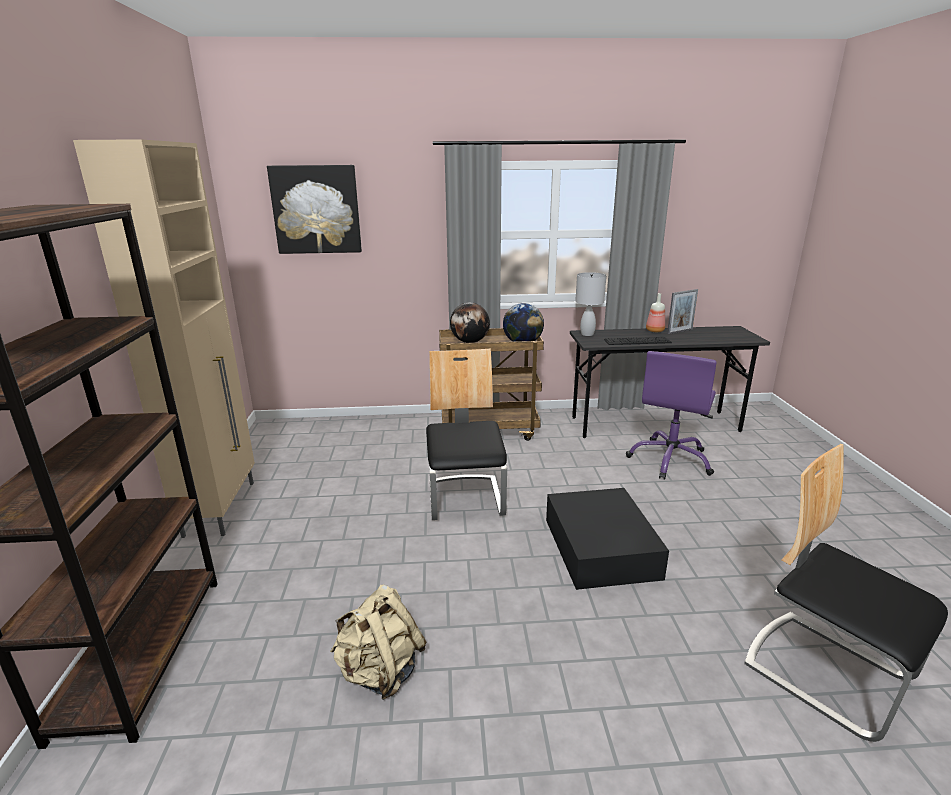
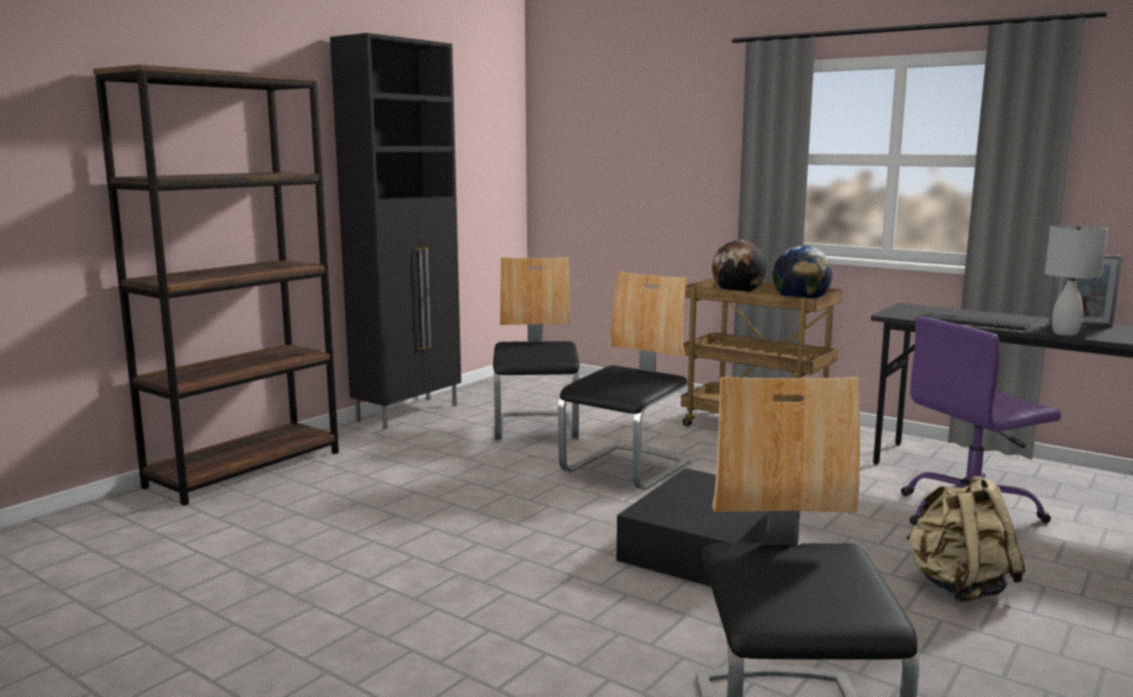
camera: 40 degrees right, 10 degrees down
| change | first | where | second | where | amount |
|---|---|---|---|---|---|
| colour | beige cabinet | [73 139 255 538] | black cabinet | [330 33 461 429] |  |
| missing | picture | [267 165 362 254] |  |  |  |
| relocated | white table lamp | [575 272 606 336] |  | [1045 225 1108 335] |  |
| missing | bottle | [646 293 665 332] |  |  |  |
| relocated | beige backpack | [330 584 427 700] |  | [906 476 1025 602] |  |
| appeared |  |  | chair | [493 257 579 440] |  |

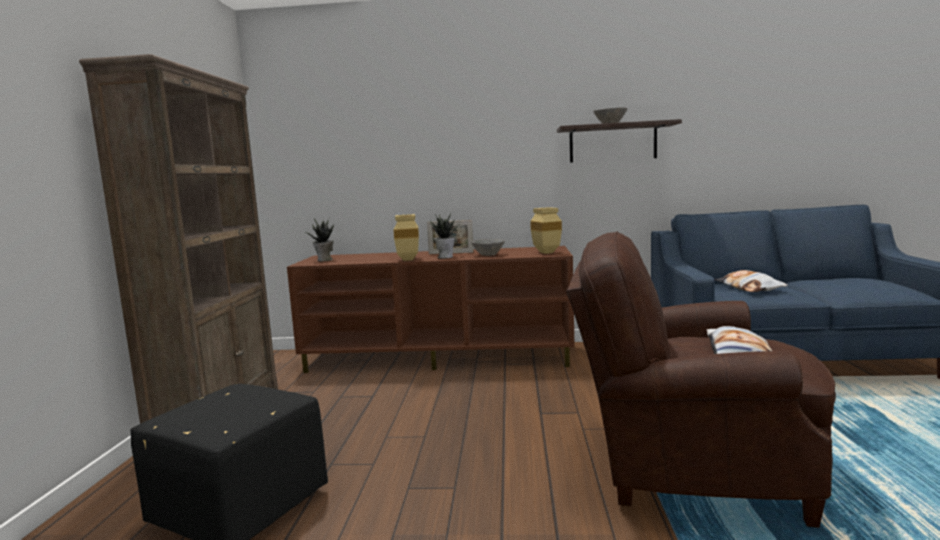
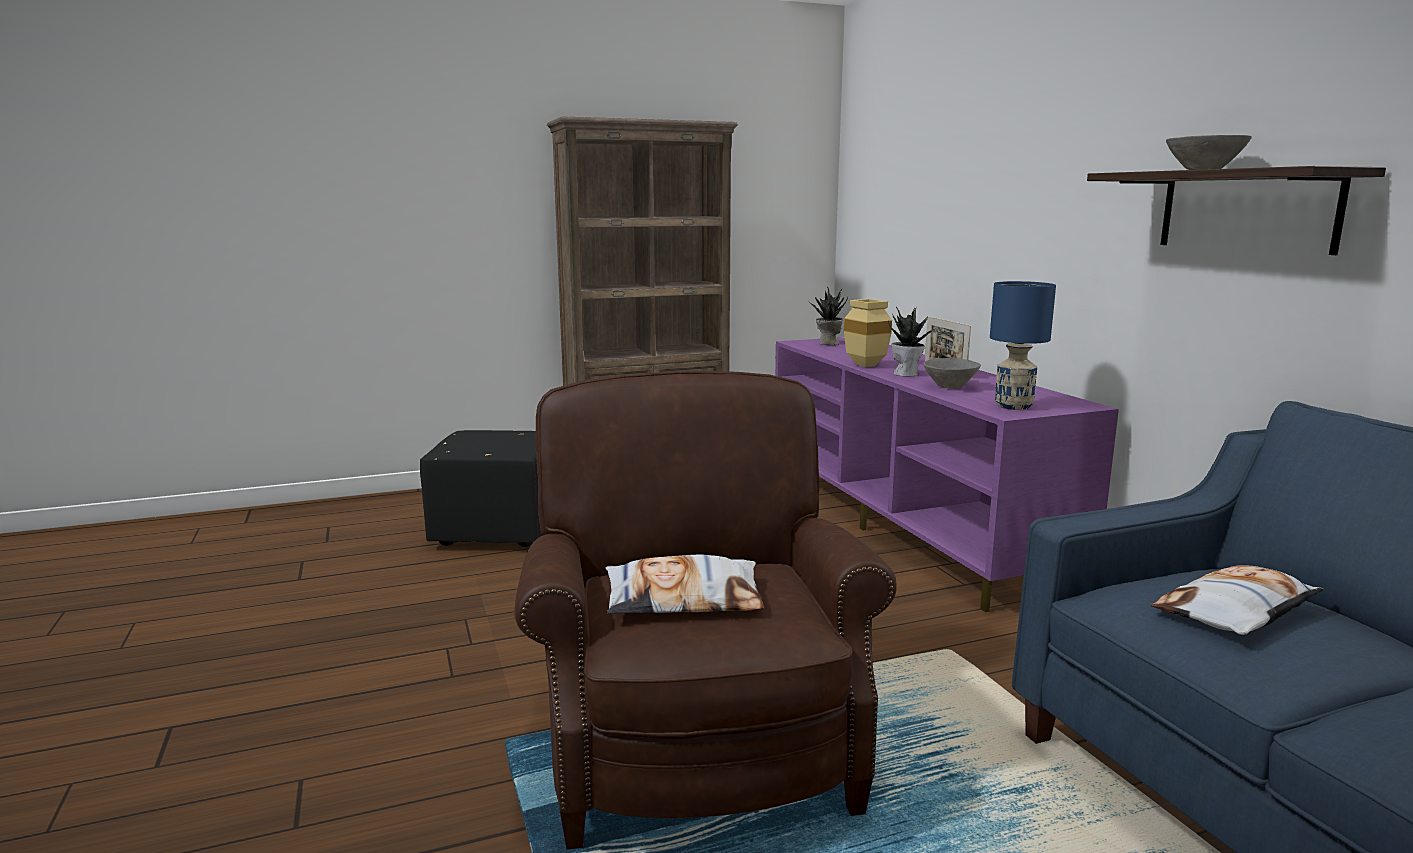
camera: 65 degrees right, 5 degrees up
| change | first | where | second | where | amount |
|---|---|---|---|---|---|
| exchanged | beige vase | [530 207 562 254] | blue table lamp | [990 281 1056 410] |  |
| colour | brown tv stand | [287 246 575 373] | purple tv stand | [775 337 1119 612] |  |

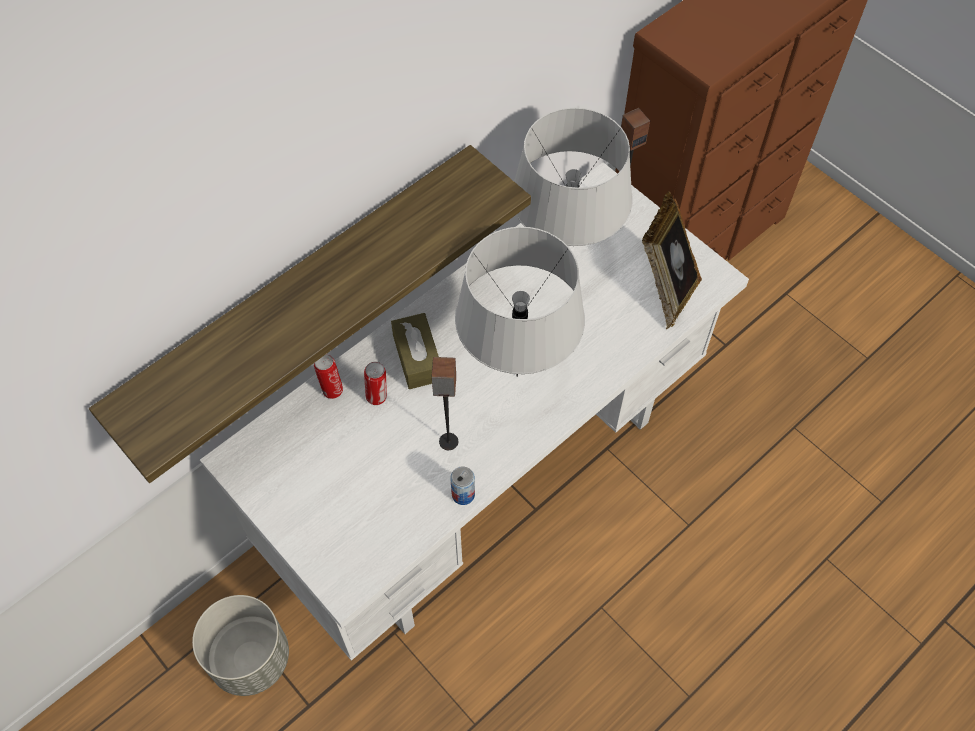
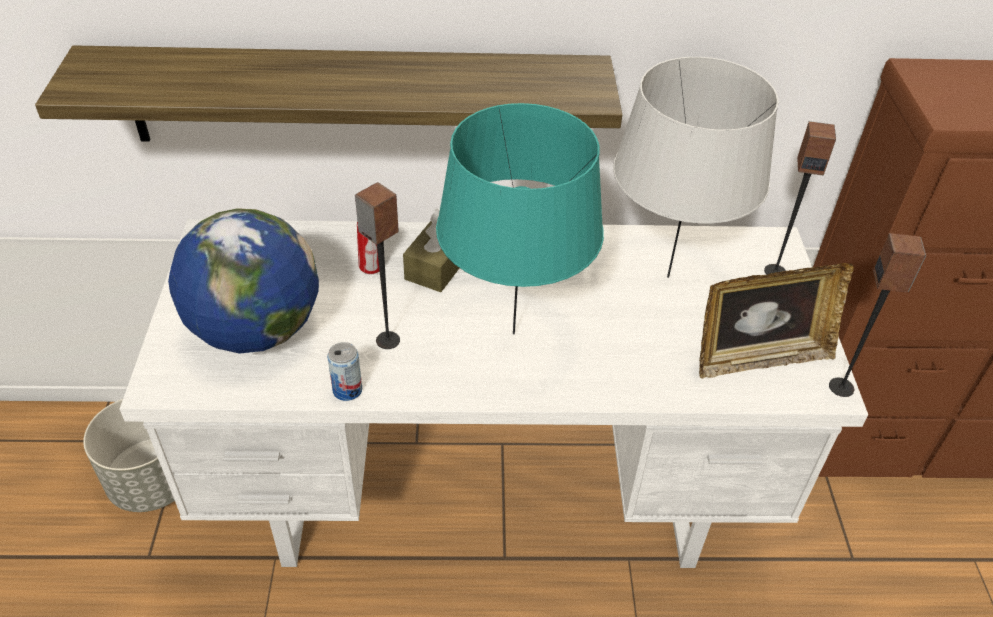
camera: 40 degrees right, 15 degrees down
| change | first | where | second | where | amount |
|---|---|---|---|---|---|
| spun | picture frame | [642 191 702 329] |  | [699 263 854 378] | 135 degrees counterclockwise |
| colour | grey table lamp | [455 227 585 377] | turquoise table lamp | [436 103 604 334] |  |
| missing | can | [314 354 343 399] |  |  |  |
| appeared |  |  | globe | [168 208 319 354] |  |
| appeared |  |  | speaker | [829 233 926 397] |  |

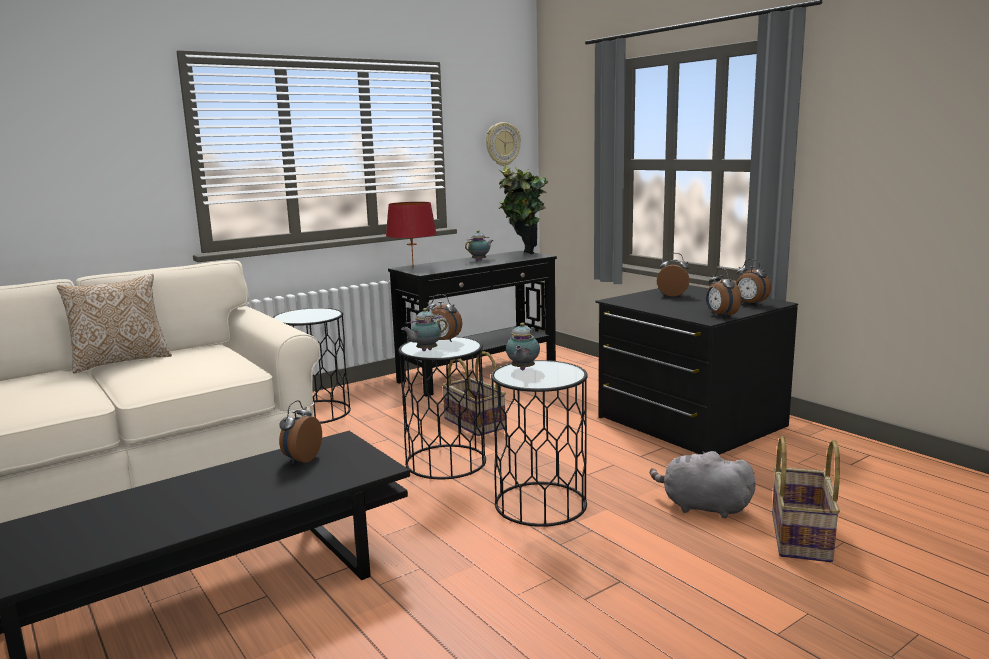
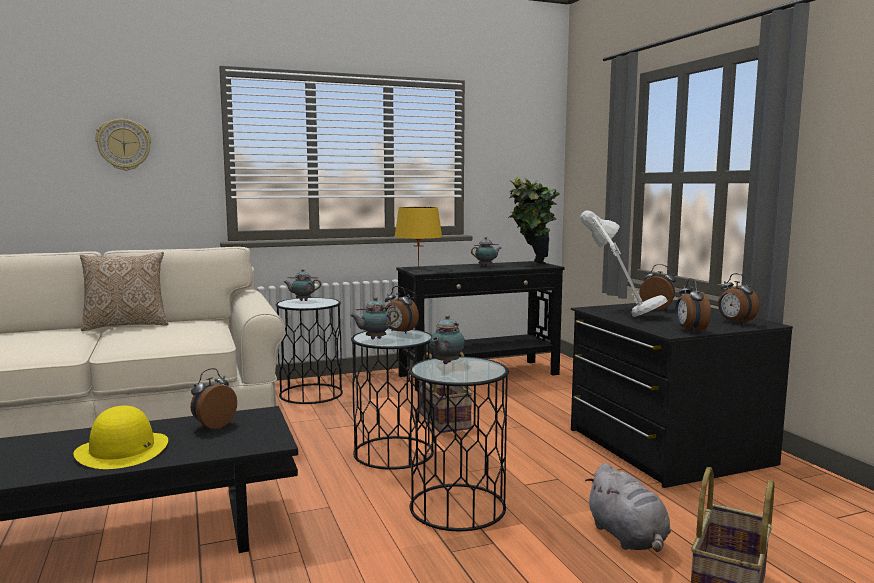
camera: 15 degrees right, 5 degrees down
| change | first | where | second | where | amount |
|---|---|---|---|---|---|
| relocated | wall clock | [486 122 521 166] |  | [95 119 151 171] |  |
| colour | red table lamp | [386 202 437 268] | yellow table lamp | [394 207 442 268] |  |
| spun | grey plush toy | [650 451 756 518] |  | [585 463 671 552] | 150 degrees counterclockwise |
| appeared |  |  | white table lamp | [580 211 668 317] |  |
| appeared |  |  | teapot | [284 269 321 301] |  |
| appeared |  |  | yellow hat | [74 406 168 469] |  |

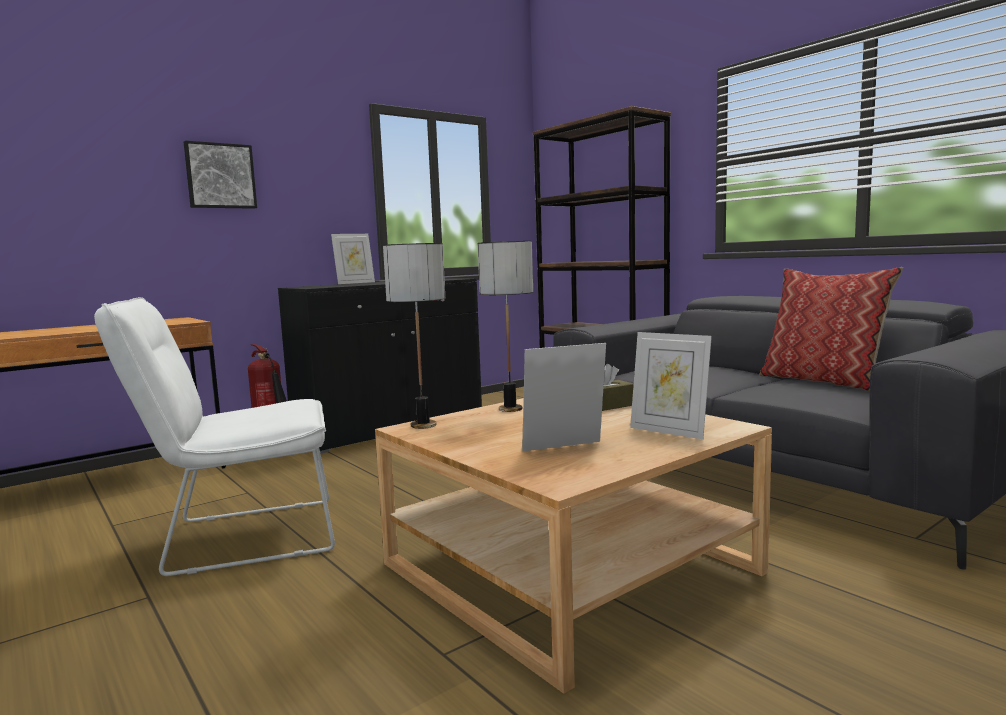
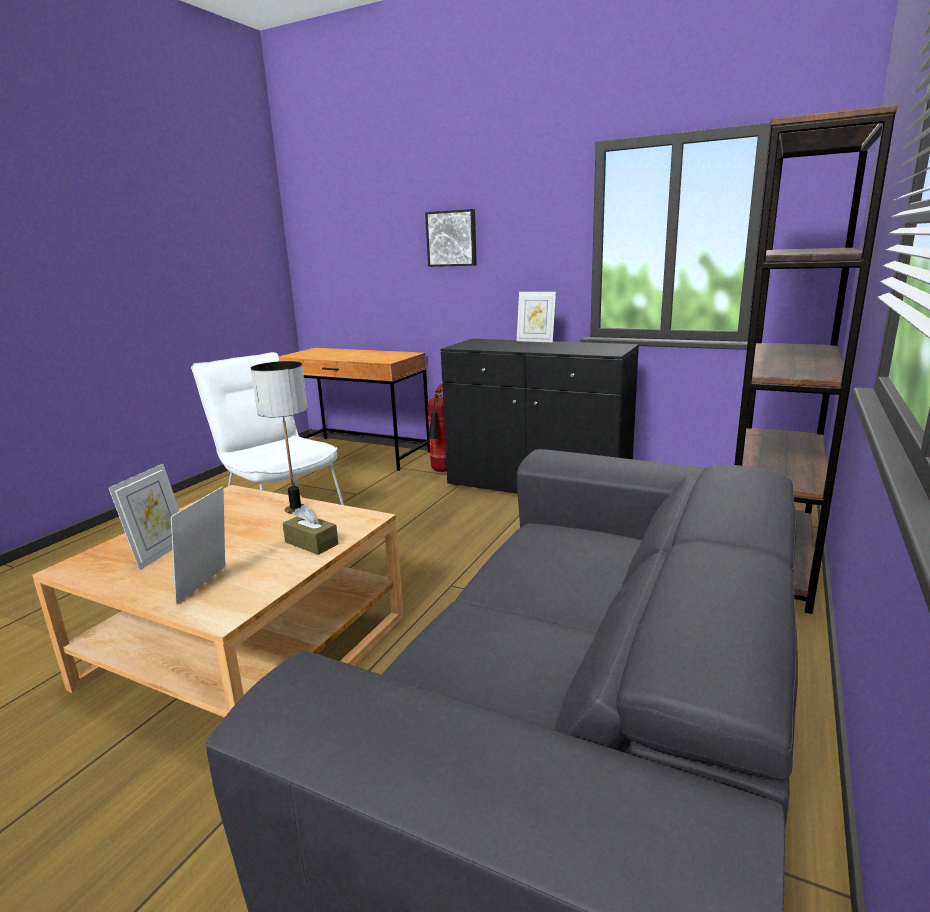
camera: 65 degrees right, 10 degrees up
| change | first | where | second | where | amount |
|---|---|---|---|---|---|
| missing | table lamp | [383 243 445 429] |  |  |  |
| missing | pillow | [759 267 903 391] |  |  |  |
| spun | picture frame | [522 343 606 451] |  | [109 464 179 570] | 60 degrees clockwise |

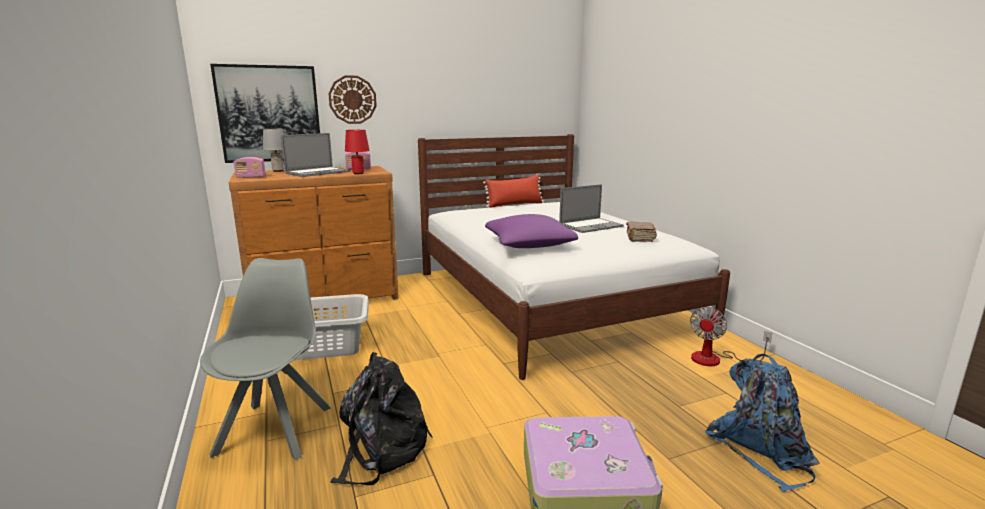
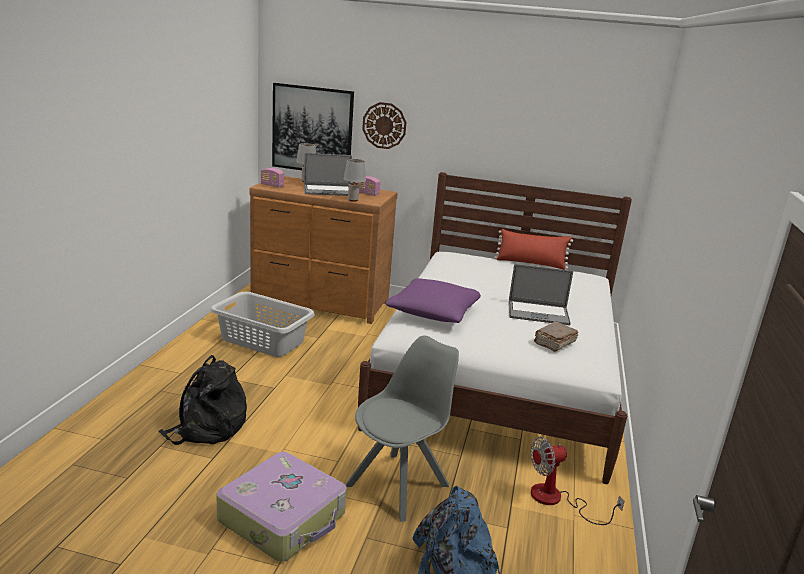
camera: 35 degrees right, 5 degrees up
| change | first | where | second | where | amount |
|---|---|---|---|---|---|
| colour | red table lamp | [345 130 370 174] | grey table lamp | [344 159 366 202] |  |
| relocated | grey chair | [200 258 331 460] |  | [346 335 459 522] |  |

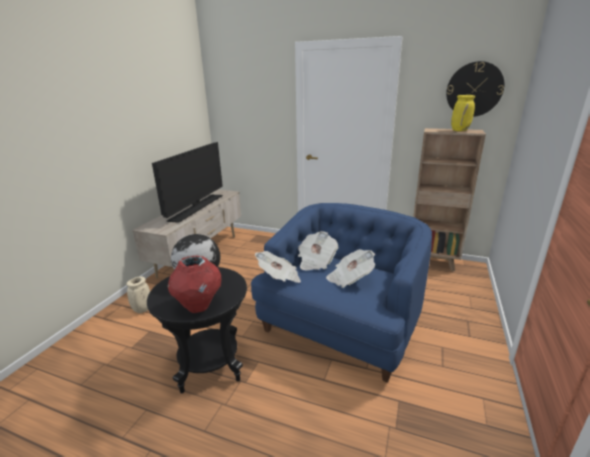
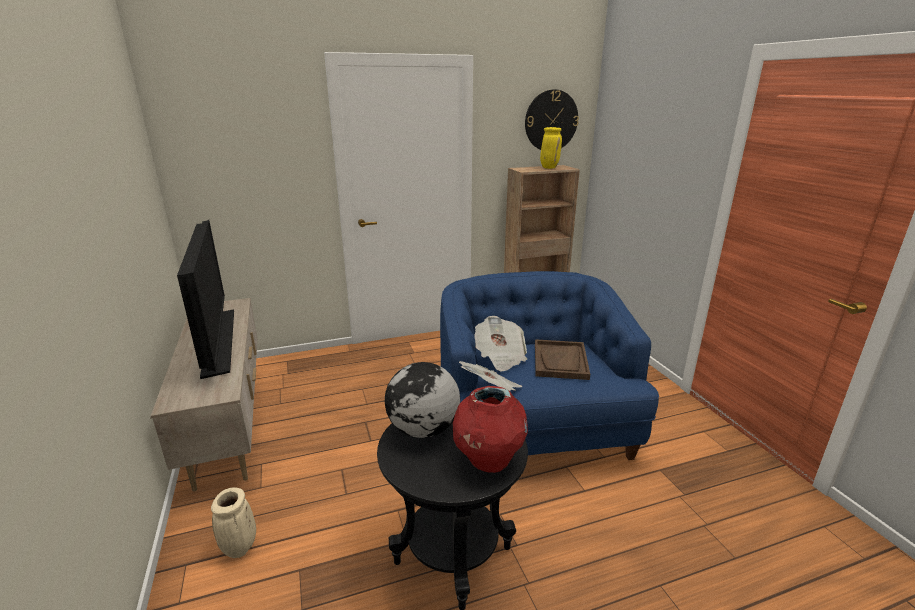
camera: 40 degrees left, 0 degrees up
| change | first | where | second | where | amount |
|---|---|---|---|---|---|
| exchanged | newspaper | [326 249 375 288] | brown tray | [535 339 590 380] |  |

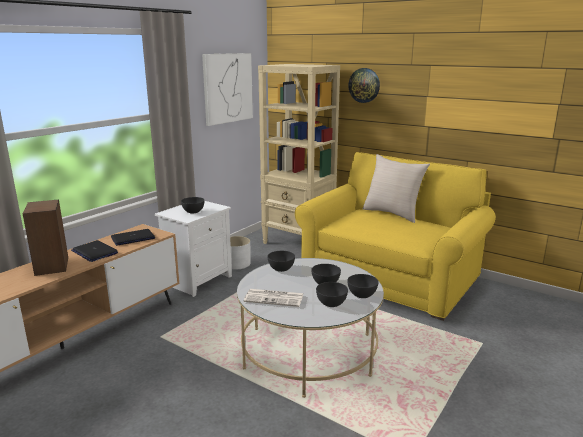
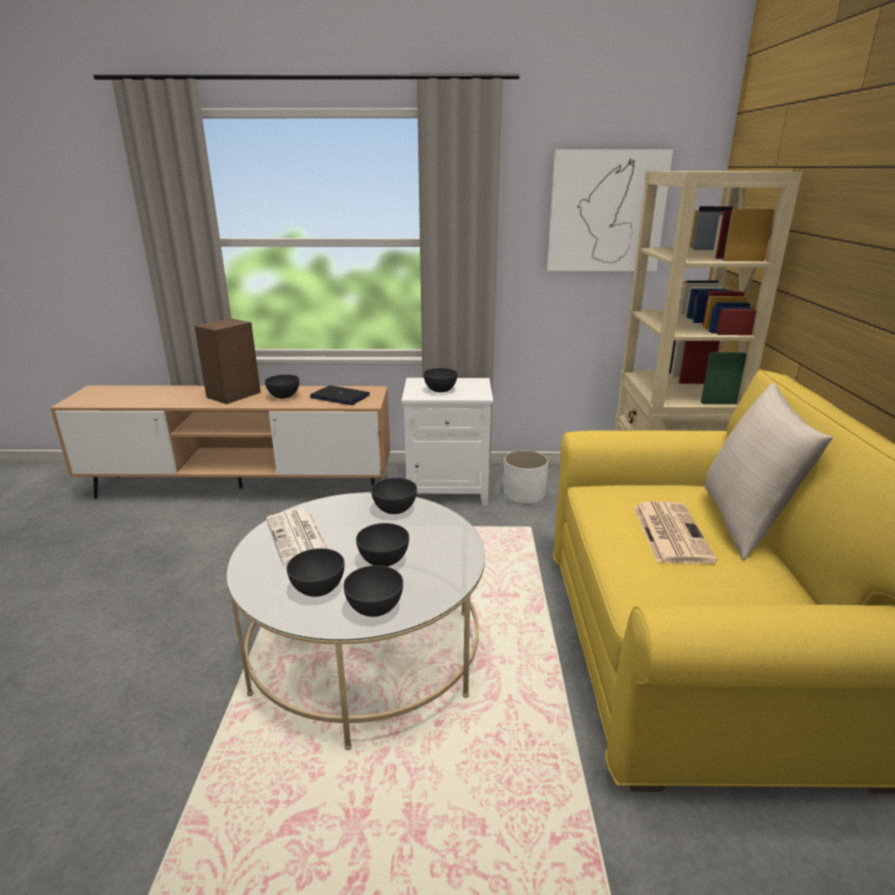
camera: 55 degrees right, 5 degrees up
| change | first | where | second | where | amount |
|---|---|---|---|---|---|
| missing | wall clock | [348 68 380 103] |  |  |  |
| exchanged | laptop | [71 240 118 262] | grey bowl | [265 375 299 399] |  |
| appeared |  |  | newspaper | [633 501 717 564] |  |

